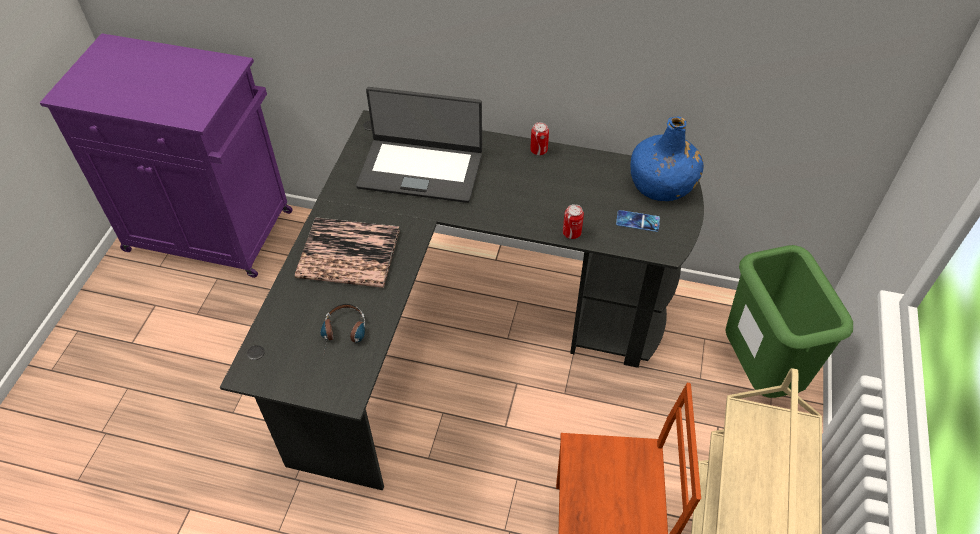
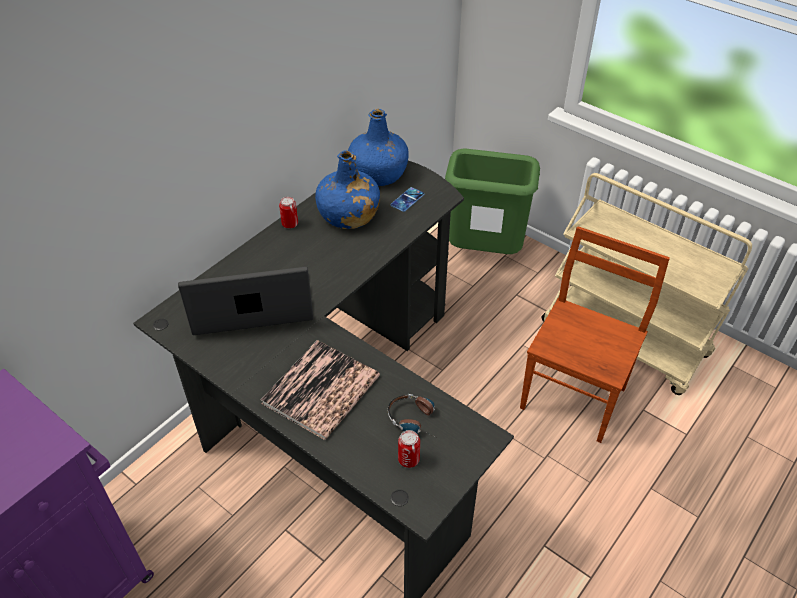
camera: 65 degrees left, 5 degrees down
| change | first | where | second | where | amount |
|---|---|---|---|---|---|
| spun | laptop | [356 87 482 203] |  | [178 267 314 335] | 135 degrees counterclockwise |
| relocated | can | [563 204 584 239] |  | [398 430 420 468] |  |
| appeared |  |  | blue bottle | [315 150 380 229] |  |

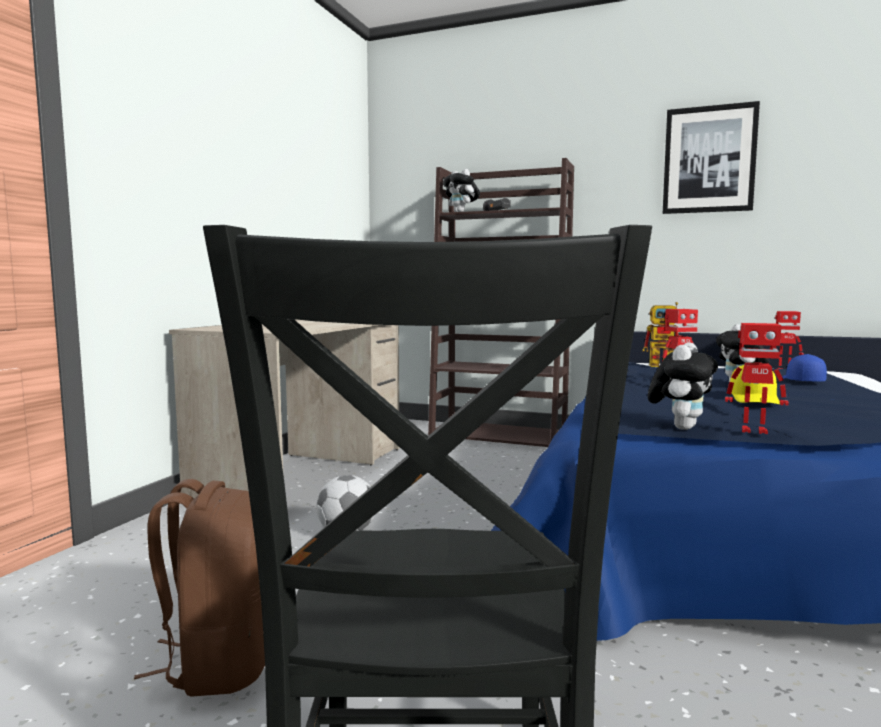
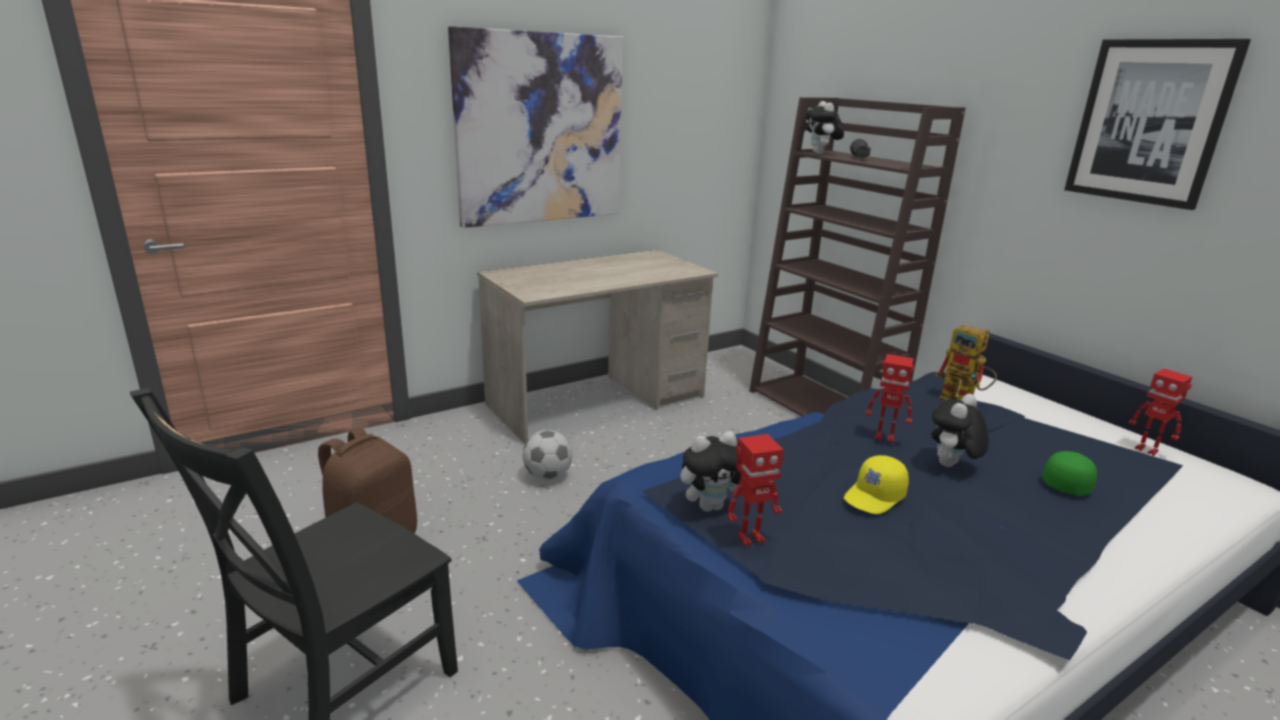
camera: 35 degrees right, 15 degrees up
| change | first | where | second | where | amount |
|---|---|---|---|---|---|
| spun | toy robot | [725 323 789 434] |  | [728 434 784 546] | 75 degrees counterclockwise |
| colour | blue cap | [782 354 827 381] | green cap | [1042 451 1097 495] |  |
| appeared |  |  | picture | [448 26 623 228] |  |

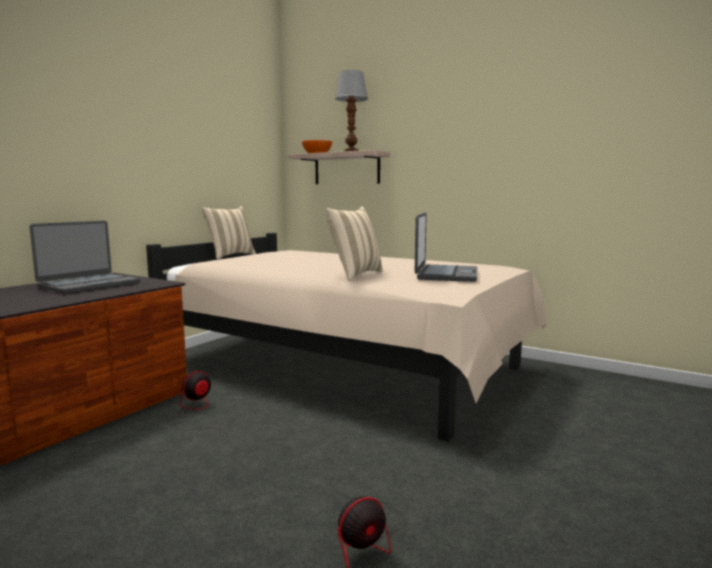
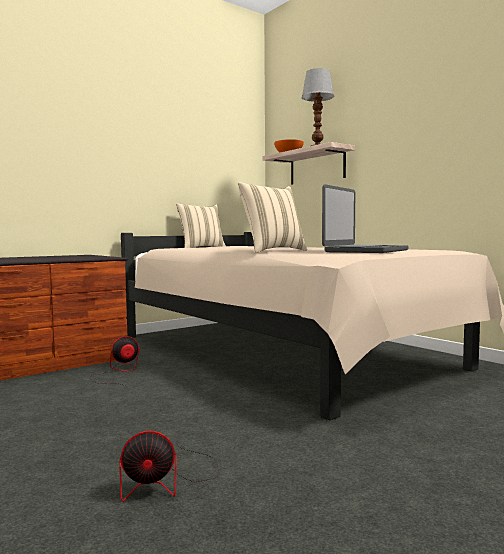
camera: 20 degrees right, 5 degrees down
| change | first | where | second | where | amount |
|---|---|---|---|---|---|
| missing | laptop | [29 221 140 294] |  |  |  |

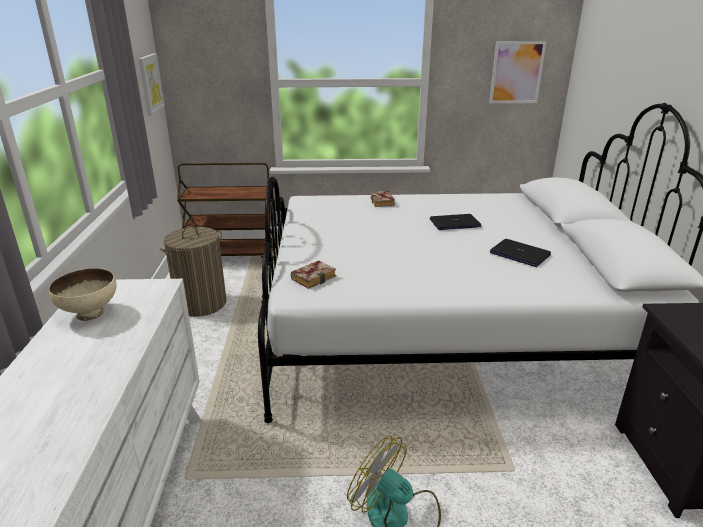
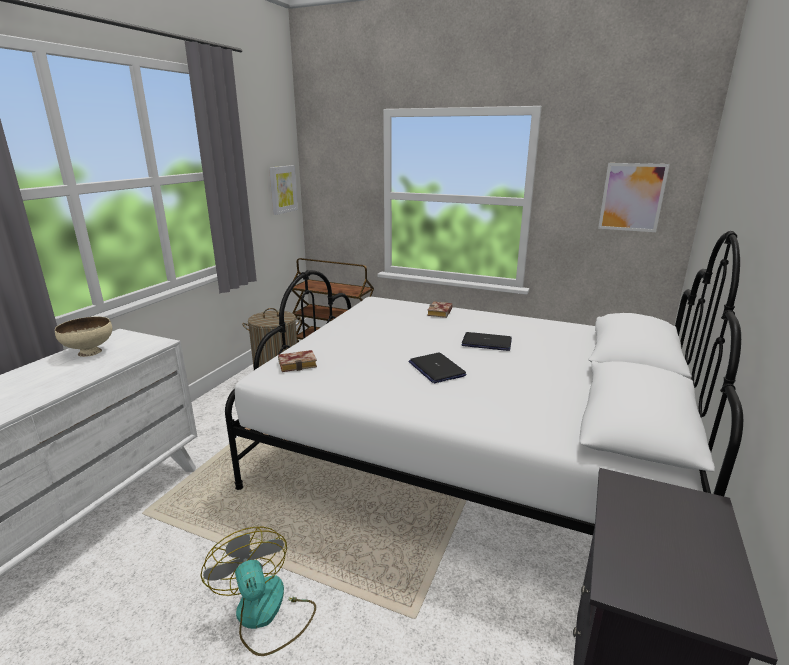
camera: 25 degrees right, 5 degrees down
| change | first | where | second | where | amount |
|---|---|---|---|---|---|
| relocated | laptop | [490 239 551 267] |  | [409 353 467 383] |  |

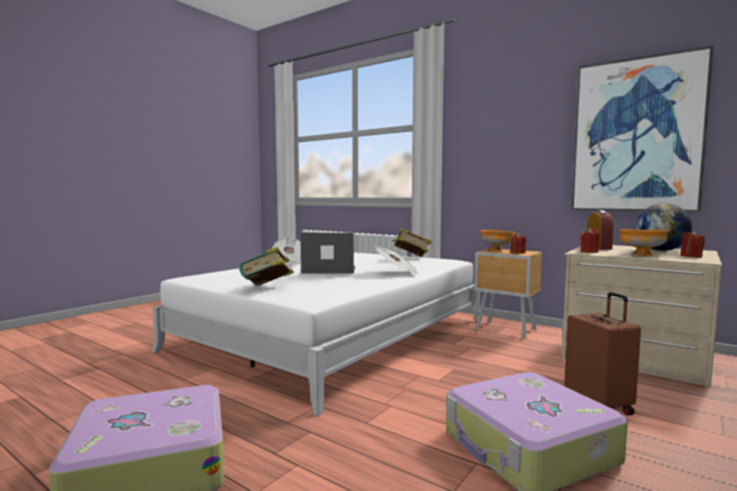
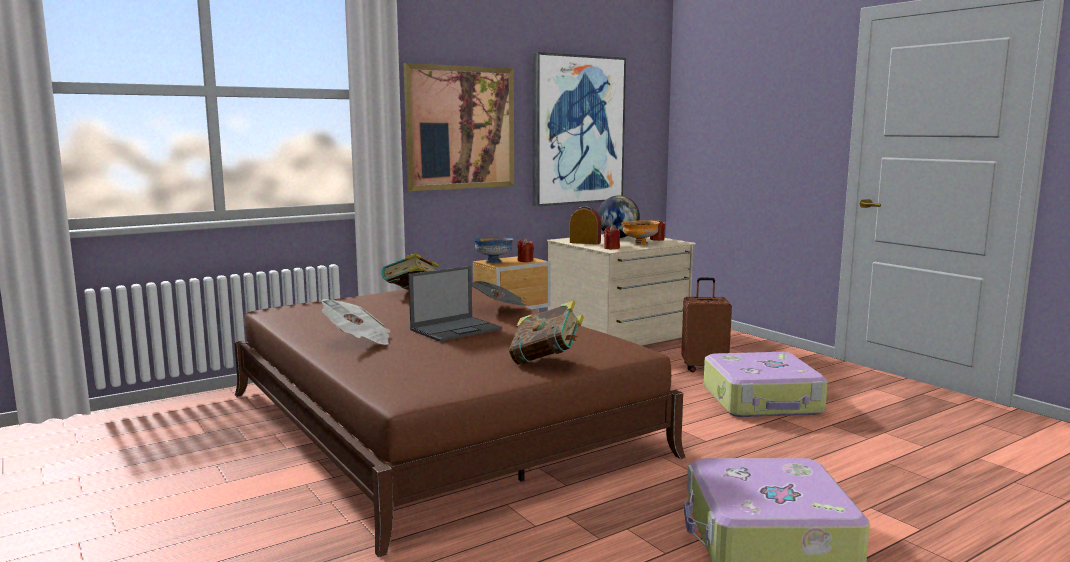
camera: 70 degrees left, 5 degrees up
| change | first | where | second | where | amount |
|---|---|---|---|---|---|
| colour | orange bowl | [480 230 515 251] | blue bowl | [473 237 514 263] |  |
| spun | laptop | [301 233 355 274] |  | [409 266 502 342] | 150 degrees counterclockwise |
| colour | white bed | [152 252 482 416] | brown bed | [234 287 686 557] |  |
| appeared |  |  | picture | [404 63 514 191] |  |

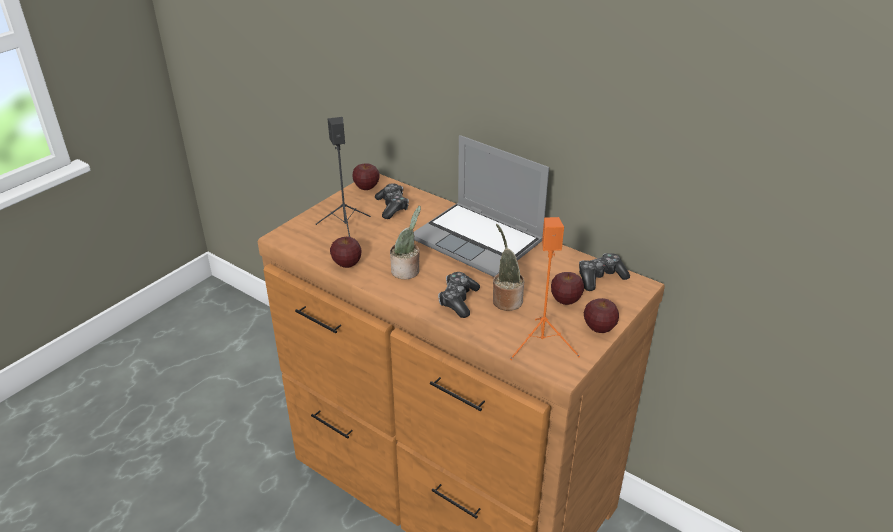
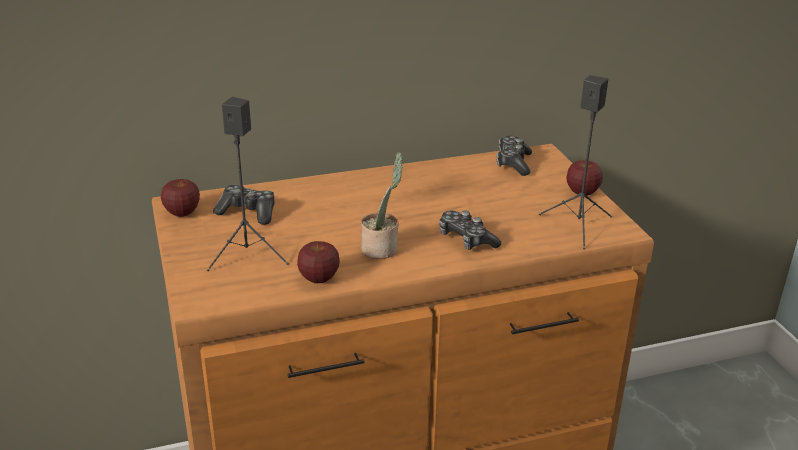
camera: 55 degrees left, 5 degrees down
| change | first | where | second | where | amount |
|---|---|---|---|---|---|
| missing | laptop | [414 135 549 277] |  |  |  |
| colour | orange speaker | [510 217 580 360] | black speaker | [539 75 612 249] |  |
| missing | potted plant | [493 224 524 311] |  |  |  |
| missing | apple | [551 272 584 305] |  |  |  |

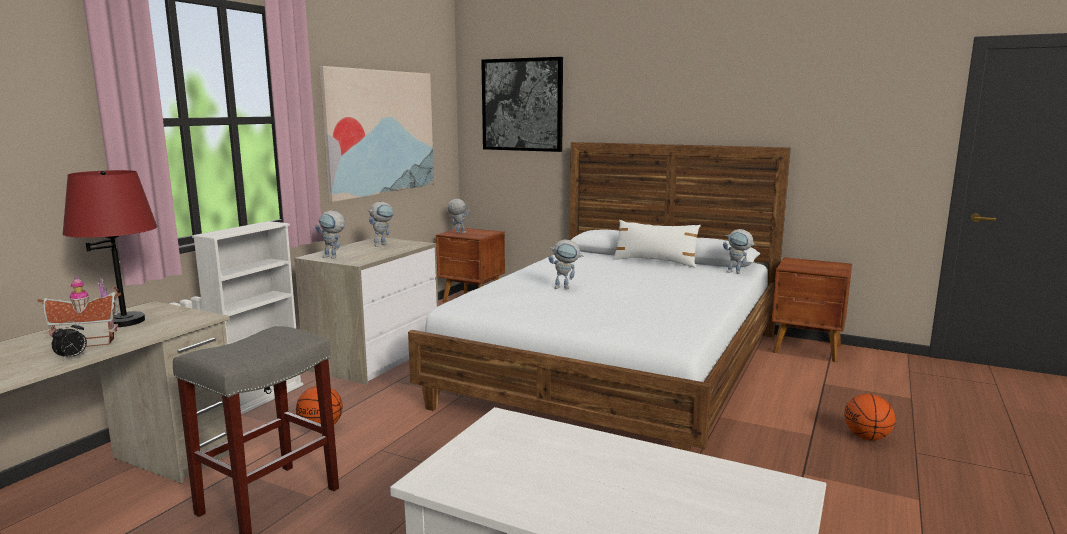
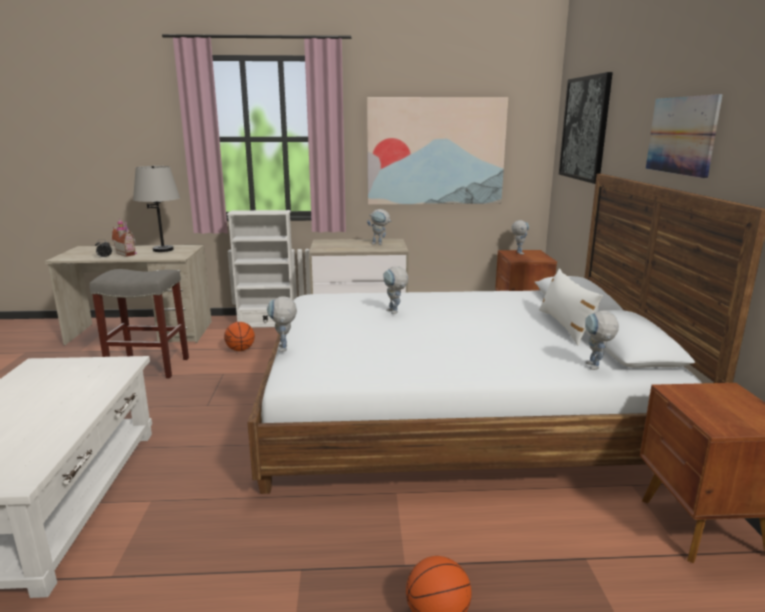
camera: 60 degrees right, 5 degrees up
| change | first | where | second | where | amount |
|---|---|---|---|---|---|
| colour | red table lamp | [63 170 158 327] | grey table lamp | [133 166 180 252] |  |
| relocated | toy robot | [315 210 346 259] |  | [267 296 297 352] |  |
| appeared |  |  | picture | [646 94 723 178] |  |

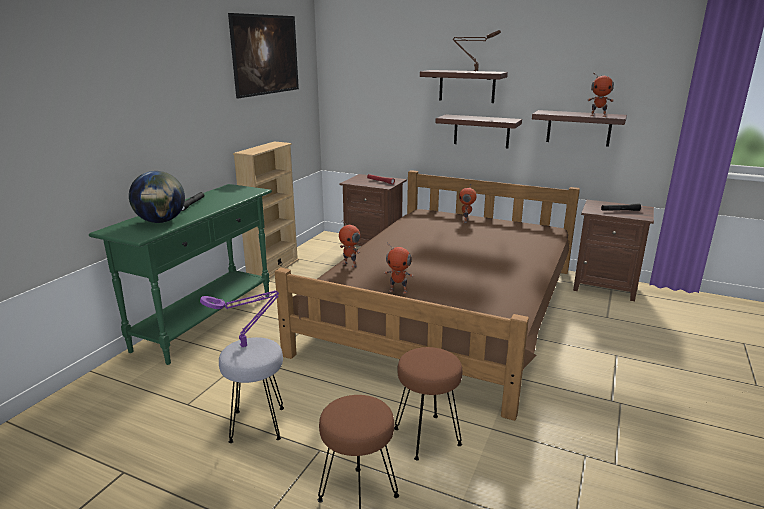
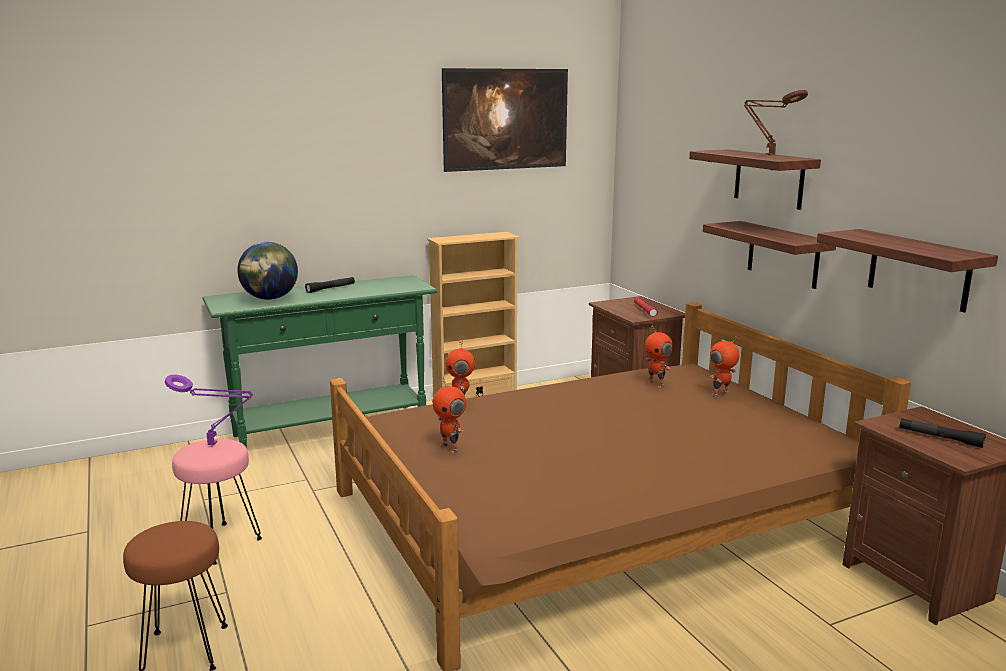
camera: 40 degrees right, 5 degrees down
| change | first | where | second | where | amount |
|---|---|---|---|---|---|
| relocated | toy robot | [588 72 614 117] |  | [645 326 673 388] |  |
| colour | grey stool | [219 337 284 443] | pink stool | [172 439 262 565] |  |
| missing | brown stool | [394 347 462 460] |  |  |  |

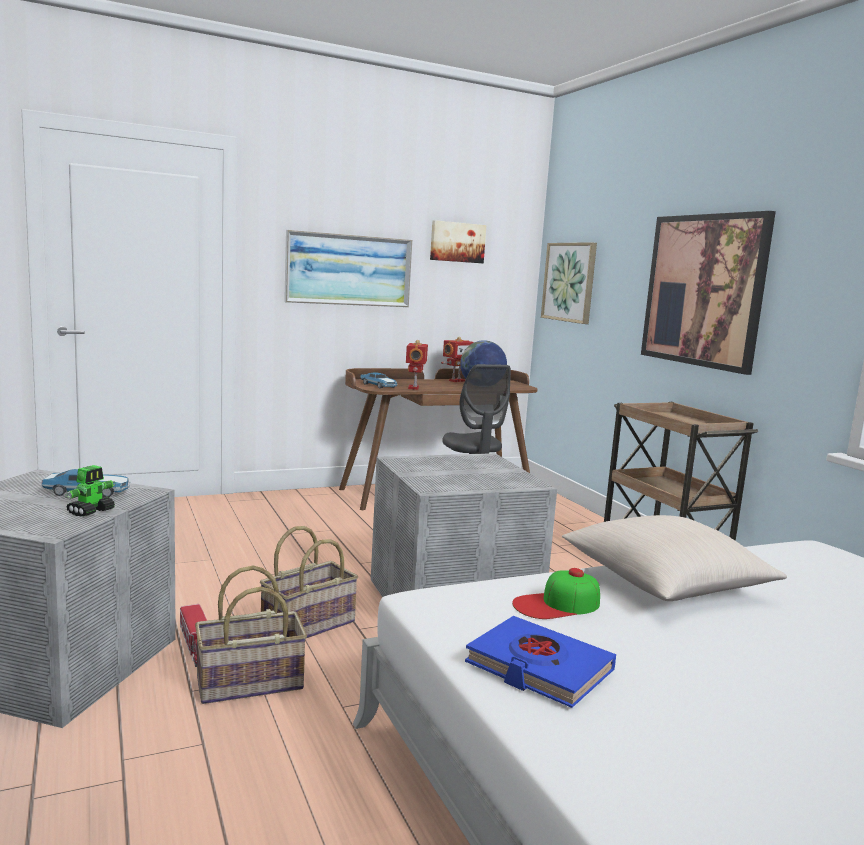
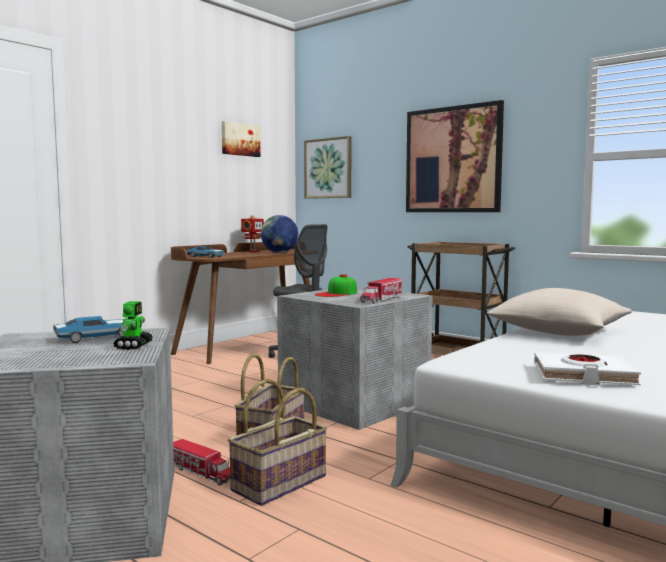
camera: 25 degrees left, 5 degrees down
| change | first | where | second | where | amount |
|---|---|---|---|---|---|
| missing | picture | [284 230 412 307] |  |  |  |
| missing | toy robot | [406 340 428 390] |  |  |  |
| relocated | cap | [512 568 600 619] |  | [315 274 357 297] |  |
| colour | blue book | [465 616 616 708] | white book | [534 352 641 386] |  |
| appeared |  |  | toy truck | [360 278 402 304] |  |

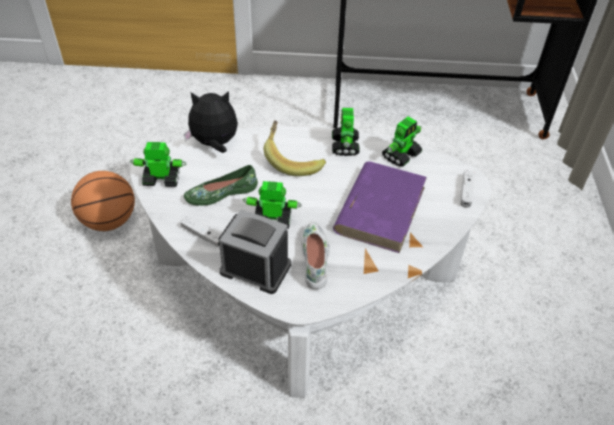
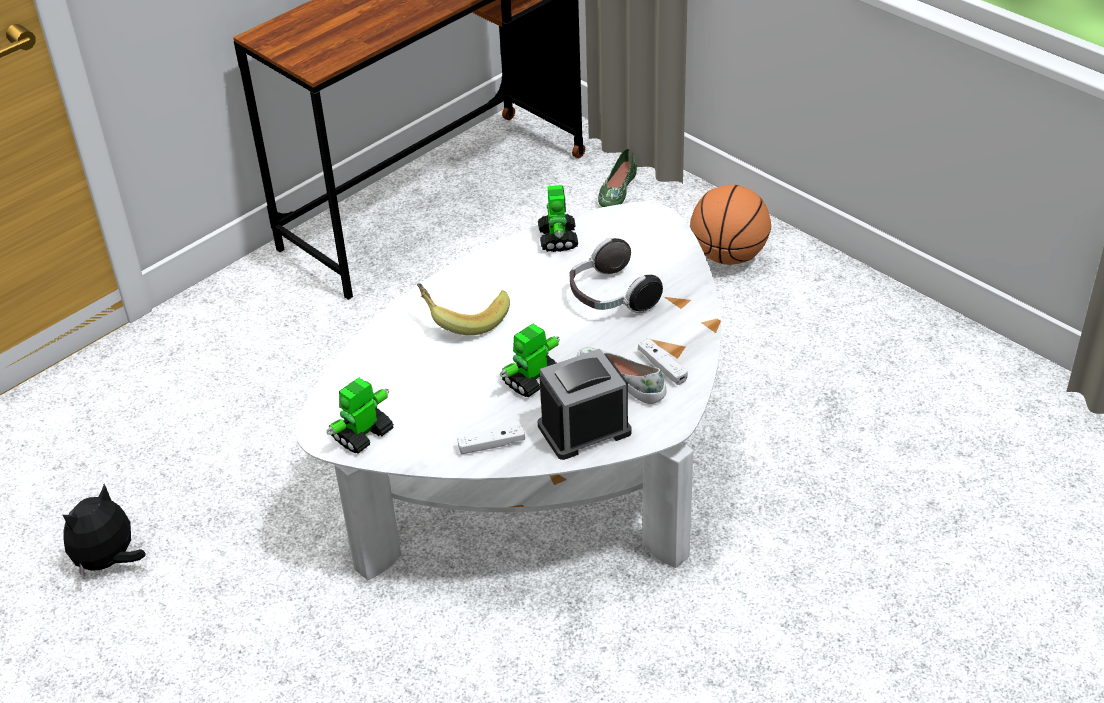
camera: 45 degrees left, 5 degrees down
| change | first | where | second | where | amount |
|---|---|---|---|---|---|
| relocated | plush toy | [184 91 238 153] |  | [63 484 146 580] |  |
| missing | toy robot | [332 108 360 156] |  |  |  |
| exchanged | purple book | [333 161 427 253] | headphones | [570 238 663 313] |  |
| relocated | green shoe | [184 165 258 206] |  | [598 148 637 207] |  |
| relocated | white game controller | [460 170 475 208] |  | [638 338 688 385] |  |
| relocated | basketball | [71 171 135 231] |  | [690 185 771 265] |  |

